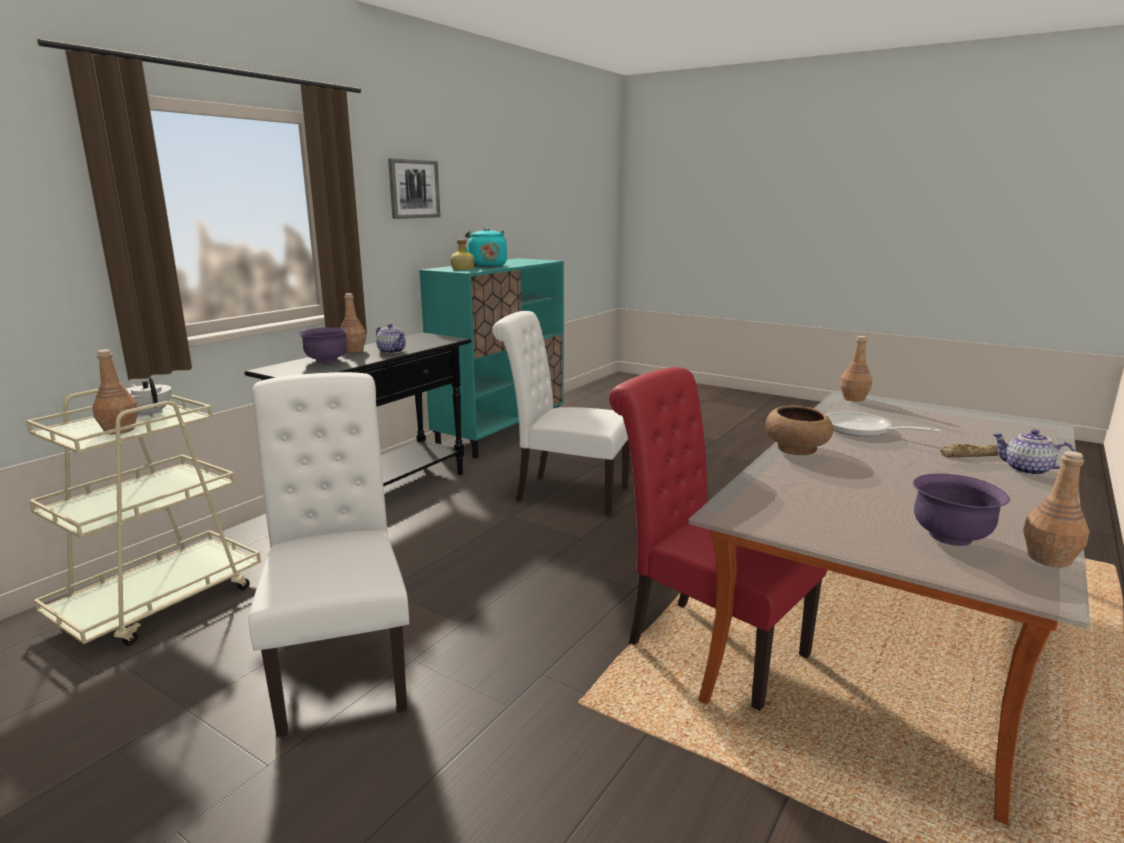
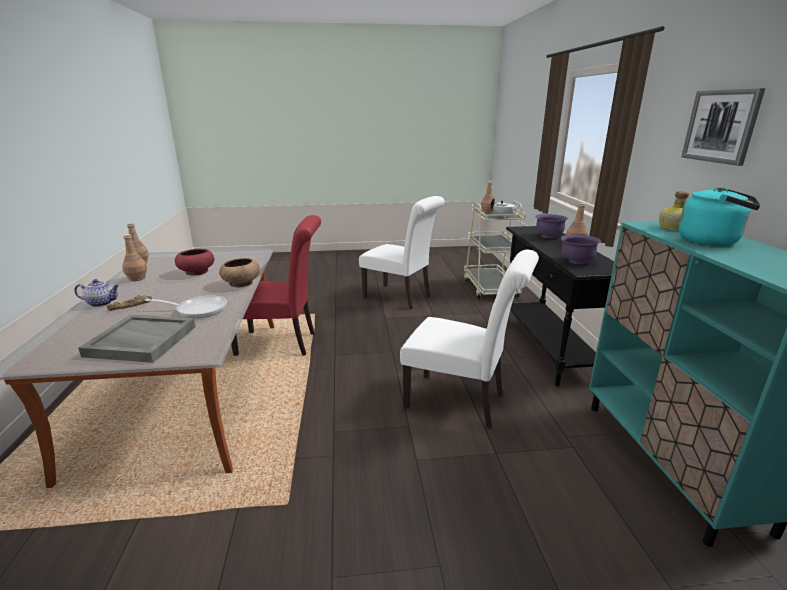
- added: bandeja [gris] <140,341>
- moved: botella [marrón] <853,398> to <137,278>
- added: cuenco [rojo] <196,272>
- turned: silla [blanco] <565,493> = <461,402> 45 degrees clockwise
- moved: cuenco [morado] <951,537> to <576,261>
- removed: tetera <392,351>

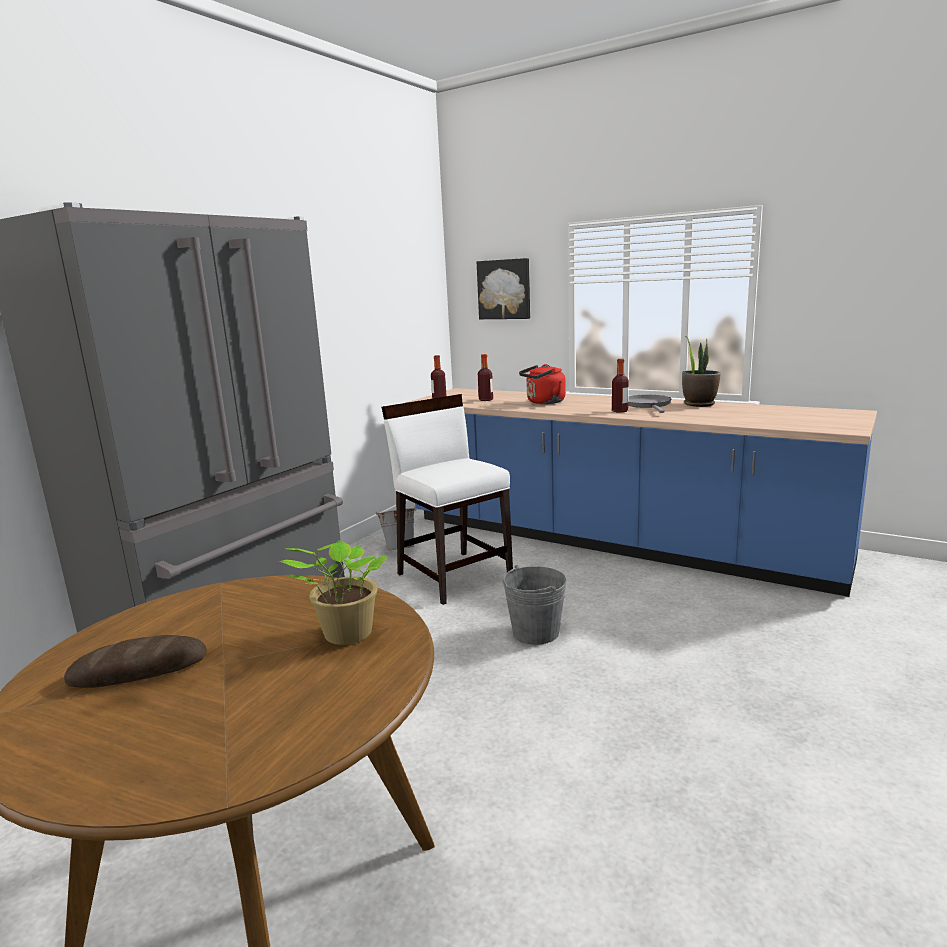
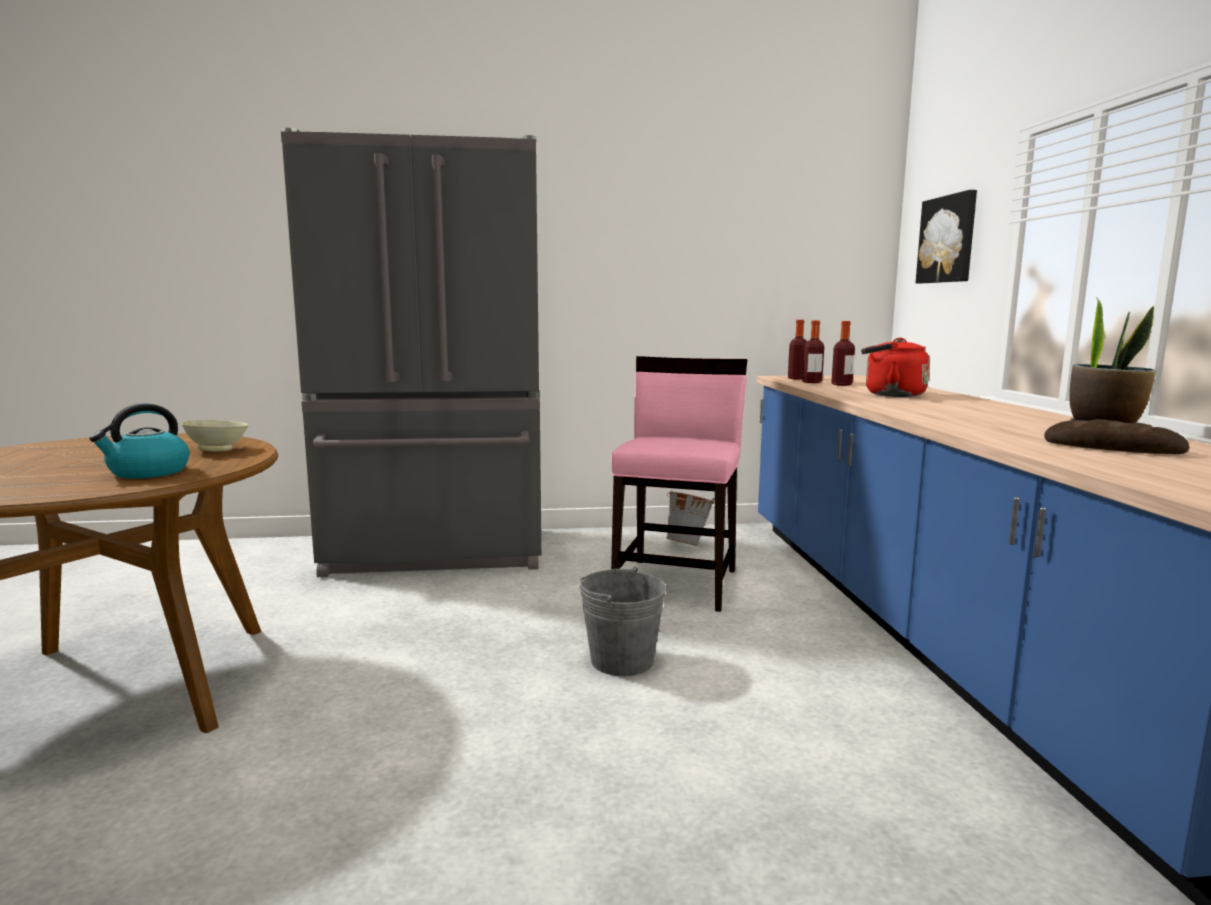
- replaced: planta en maceta <345,635> to hervidor <148,472>
- added: cuenco [beis] <218,450>
- recoloured: silla [blanco] <454,576> to silla [rosa] <677,583>
- moved: botella <620,411> to <812,382>
- moved: pan <139,669> to <1112,448>
- removed: sartén [gris] <647,405>

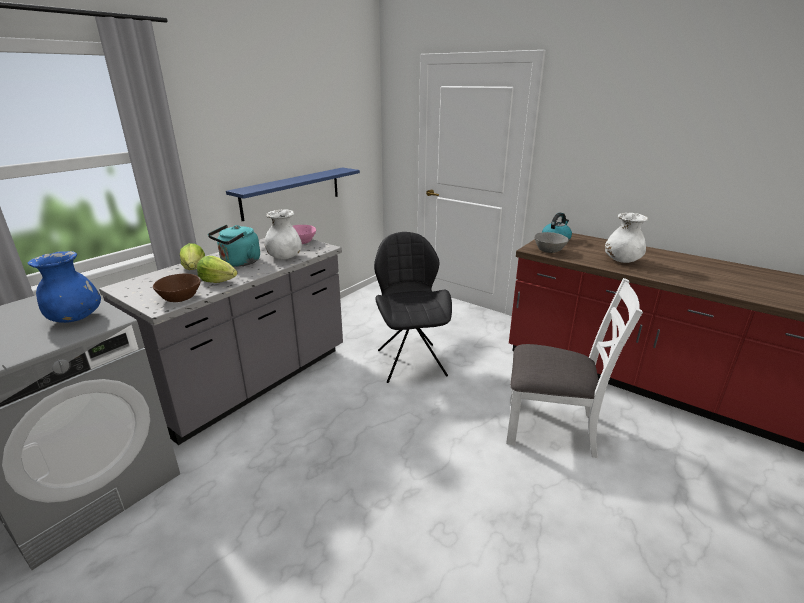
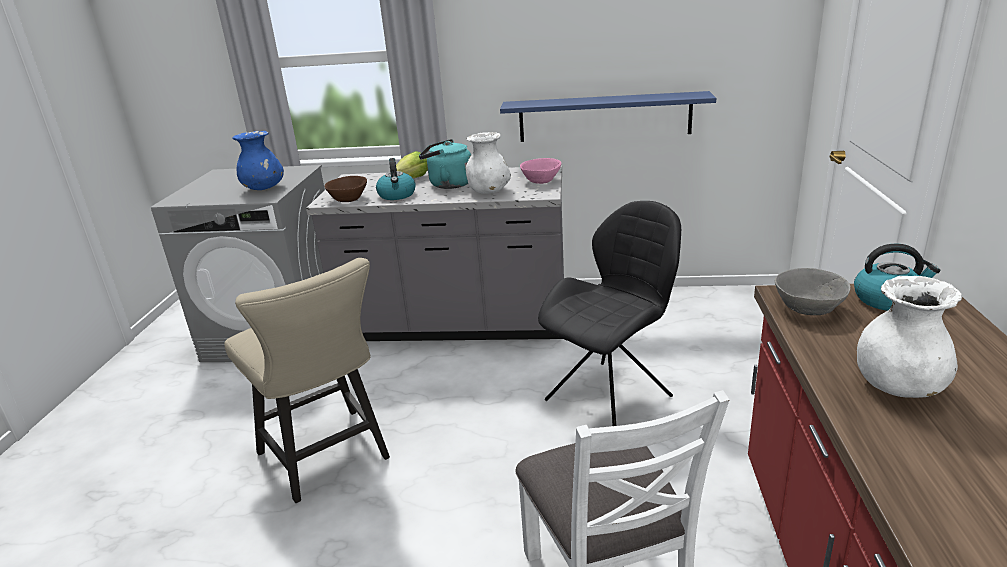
- added: silla [beis] <329,459>
- replaced: lechuga <218,281> to hervidor <397,195>

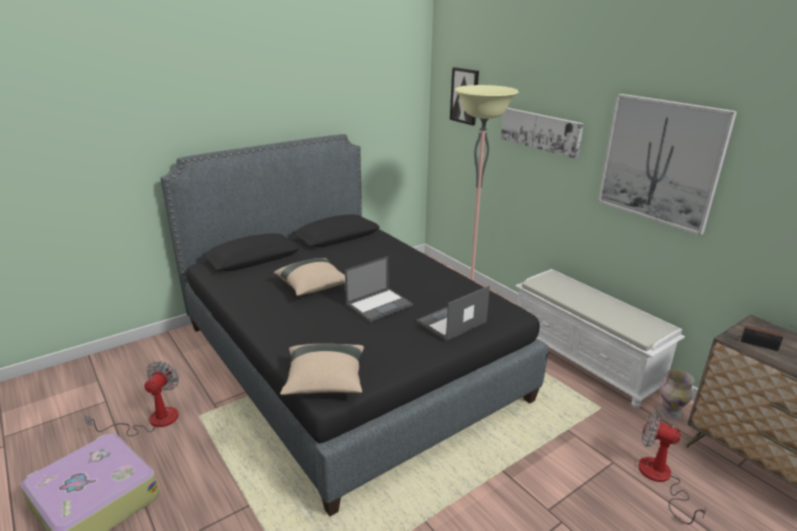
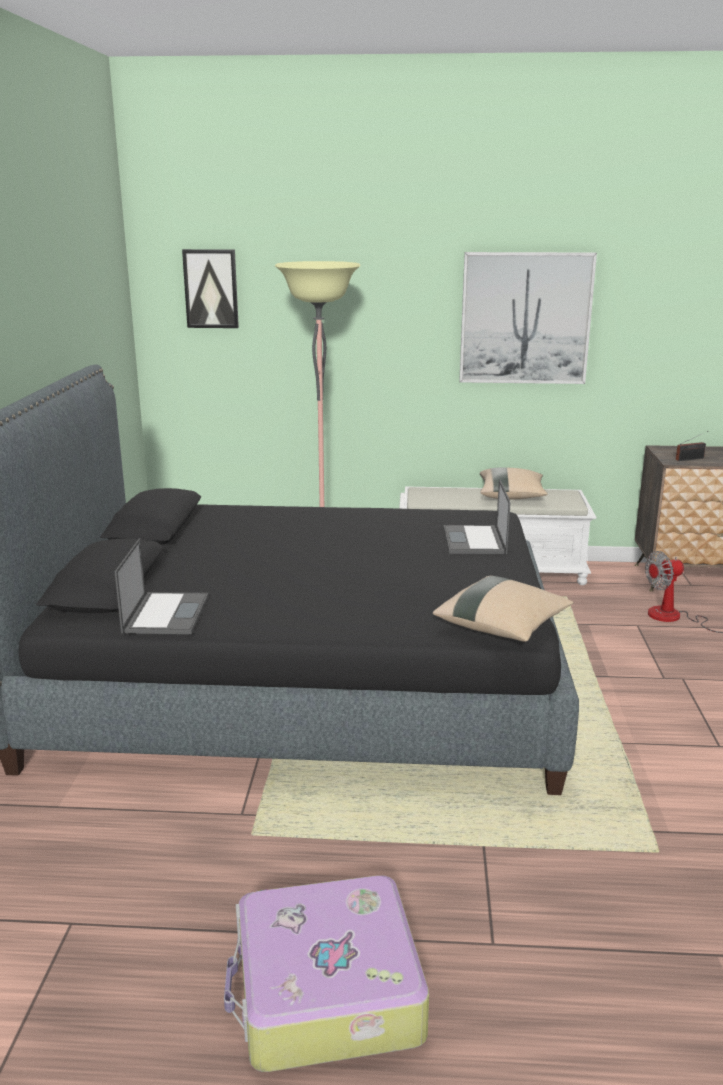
- moved: portátil <379,304> to <166,613>
- moved: cojín [beis] <313,287> to <511,496>
- removed: ventilador <152,421>
- removed: cuadro <540,131>
- removed: florero <670,413>

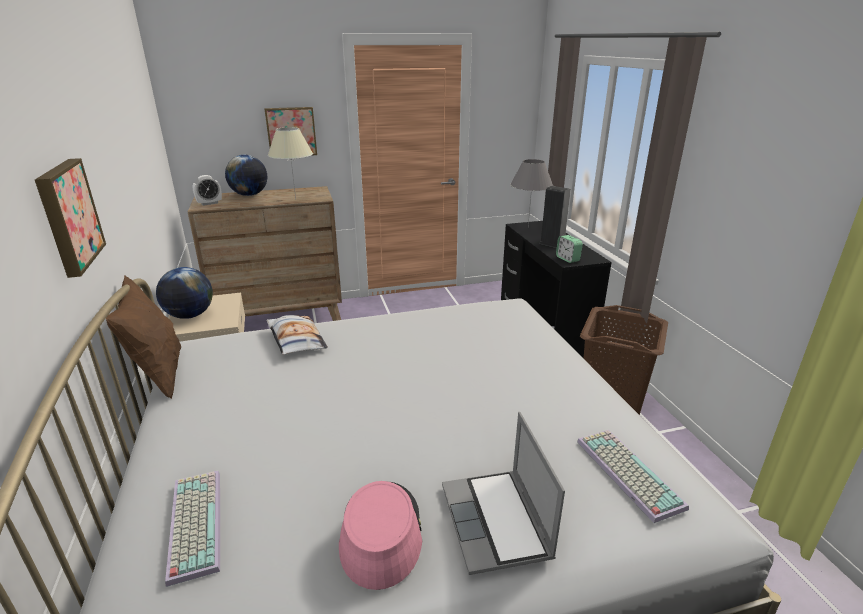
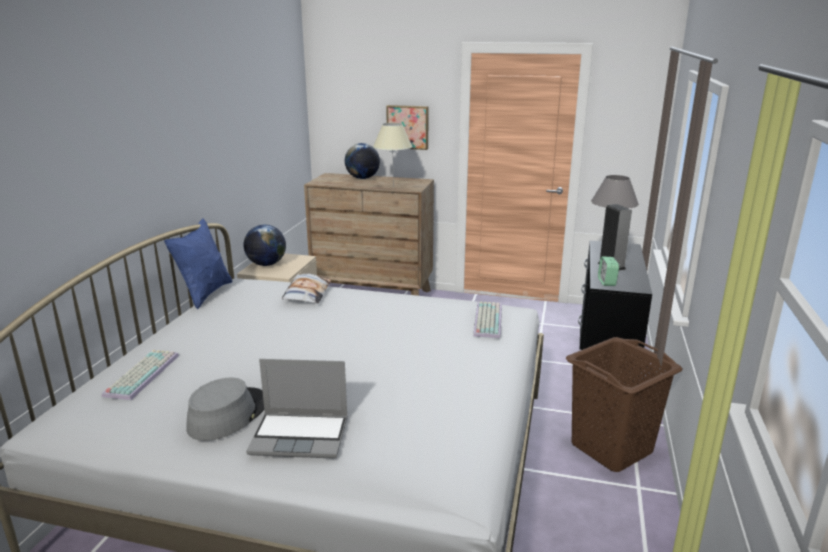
- recoloured: cojín [marrón] <159,375> to cojín [azul] <205,294>
- recoloured: sombrero [rosa] <380,533> to sombrero [gris] <227,415>
- turned: portátil <497,522> = <301,436> 105 degrees counterclockwise
- moved: teclado <625,472> to <486,320>
- removed: cuadro <67,216>
- removed: despertador <209,203>

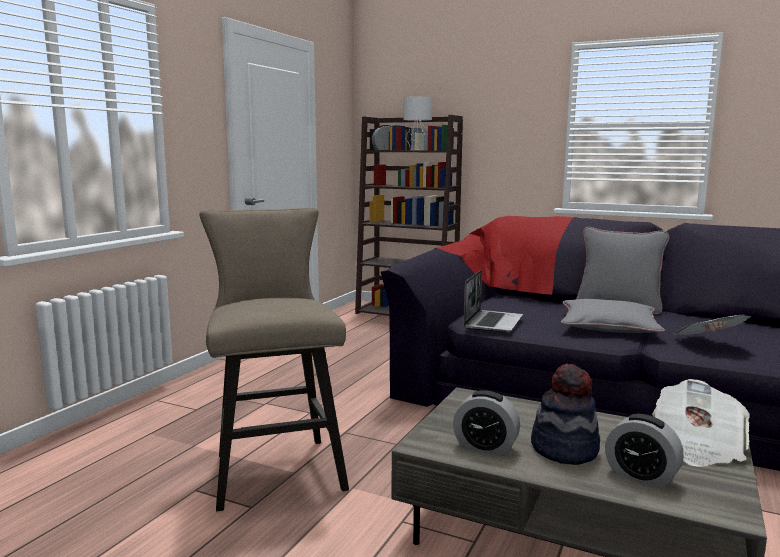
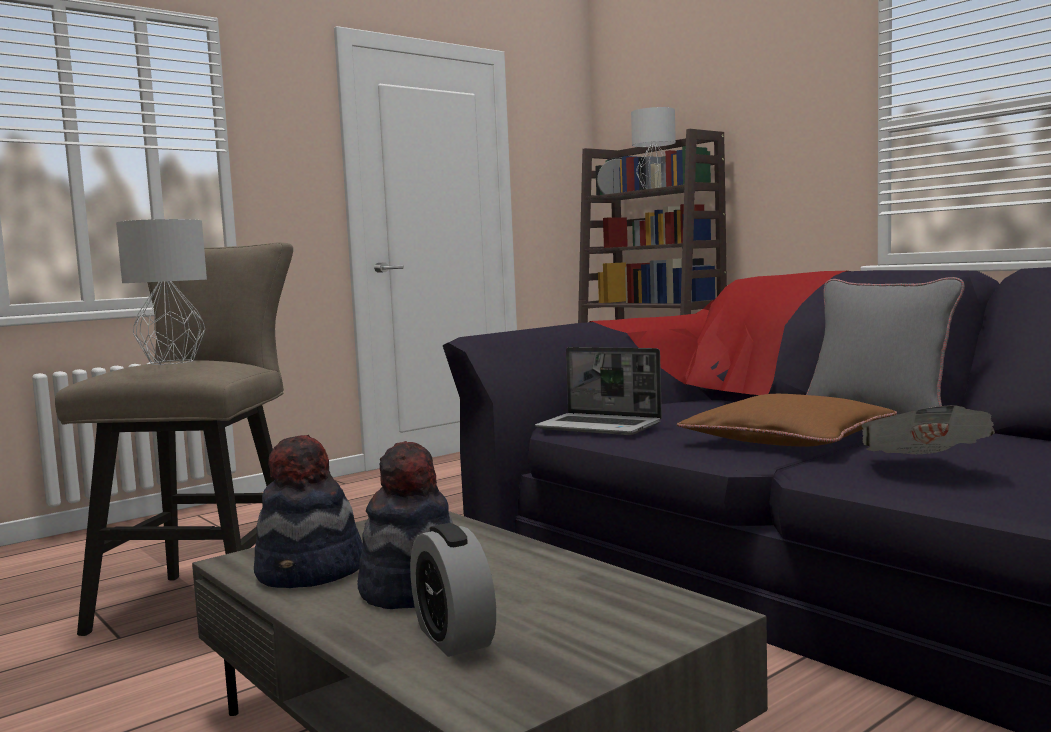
- added: lámpara de mesa [gris] <170,362>
- replaced: despertador <485,447> to sombrero <311,573>
- turned: portátil <492,322> = <600,427> 75 degrees clockwise
- recoloured: cojín [gris] <608,326> to cojín [marrón] <787,439>
- removed: periódico <698,446>

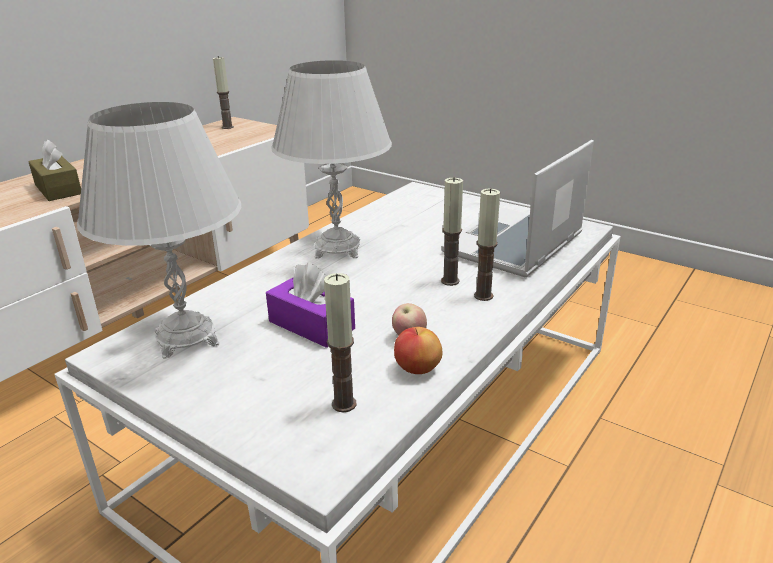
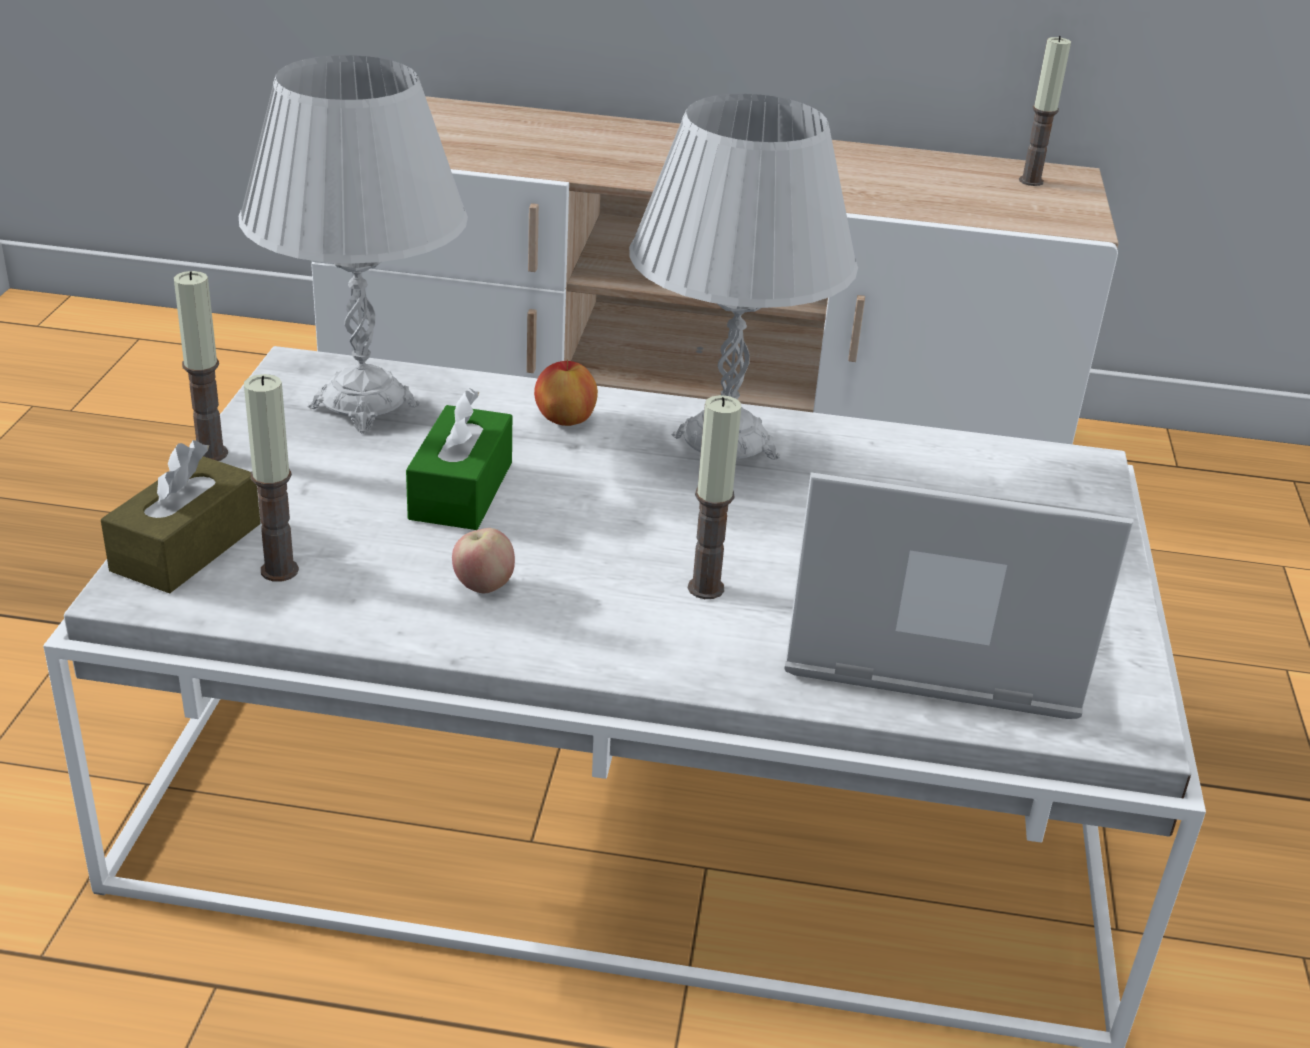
- moved: caja de pañuelos [marrón] <58,189> to <186,547>
- moved: vela <483,296> to <210,453>
- recoloured: caja de pañuelos [morado] <311,325> to caja de pañuelos [verde] <461,490>
- moved: manzana <417,369> to <565,419>

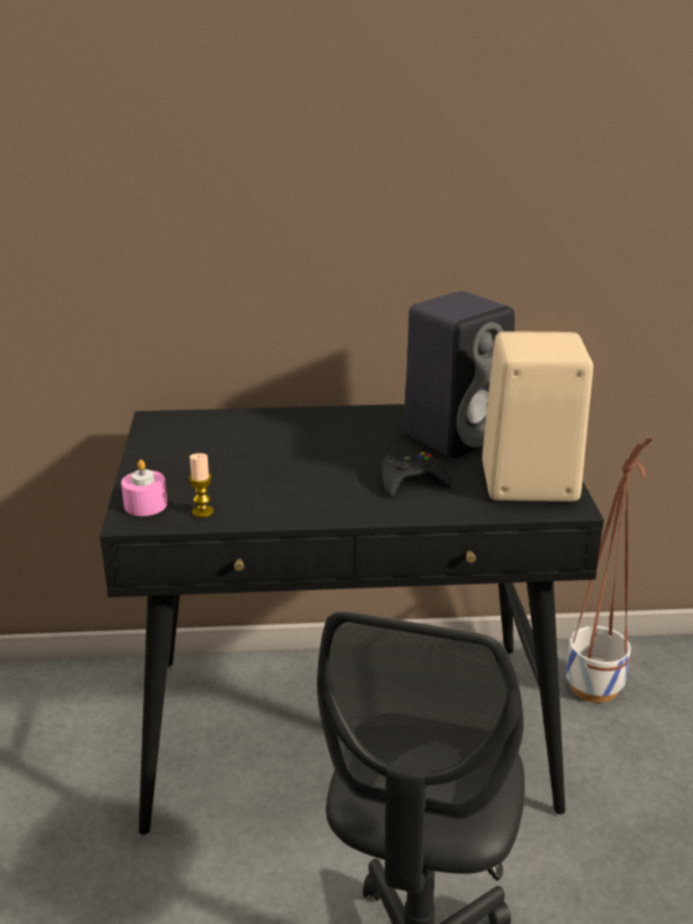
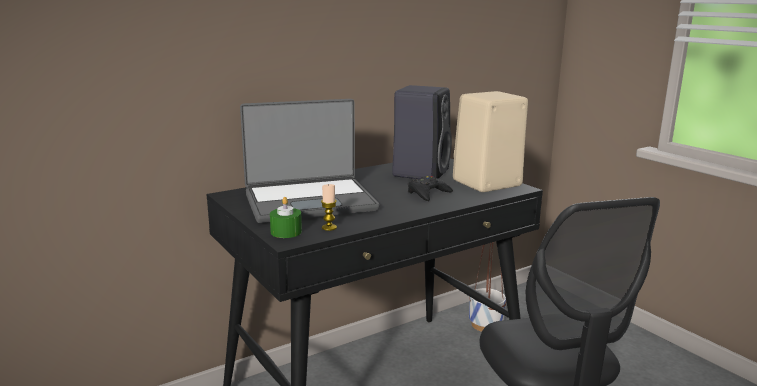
- added: portátil <309,201>
- recoloured: vela [rosa] <145,505> to vela [verde] <286,232>

